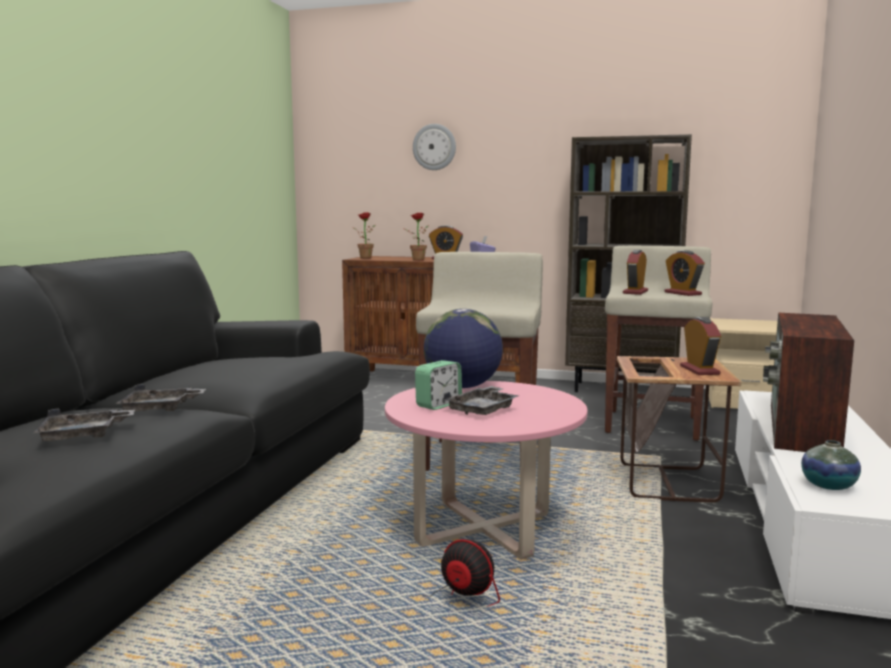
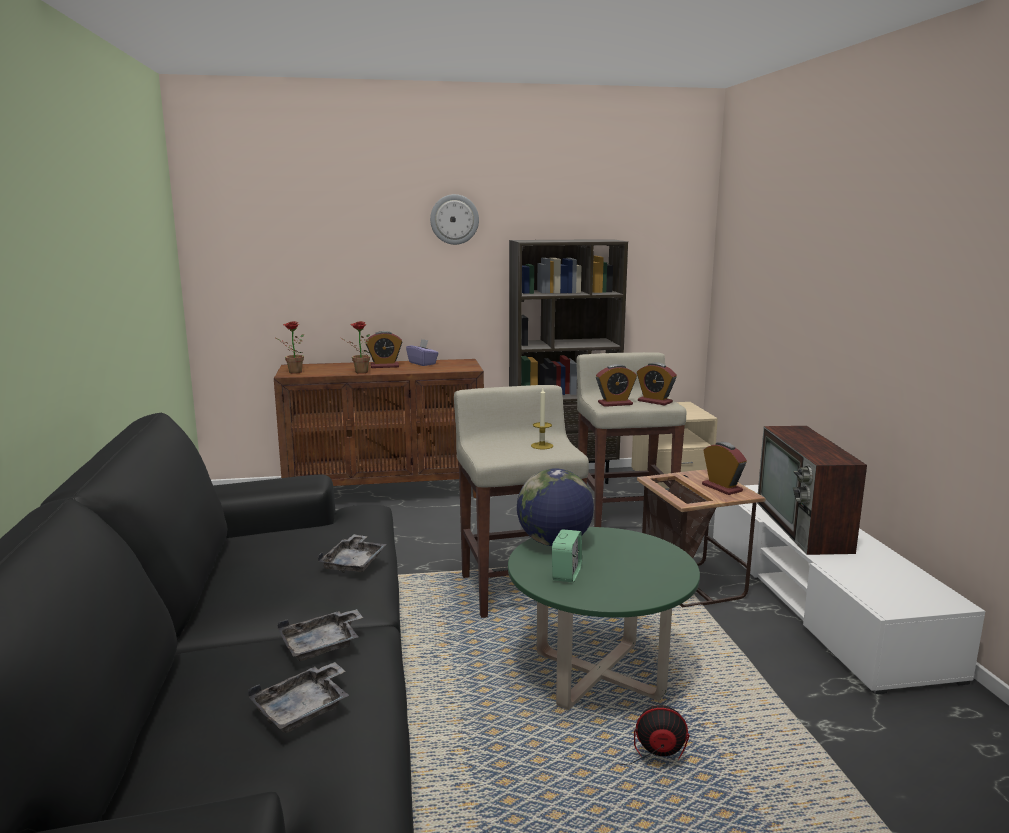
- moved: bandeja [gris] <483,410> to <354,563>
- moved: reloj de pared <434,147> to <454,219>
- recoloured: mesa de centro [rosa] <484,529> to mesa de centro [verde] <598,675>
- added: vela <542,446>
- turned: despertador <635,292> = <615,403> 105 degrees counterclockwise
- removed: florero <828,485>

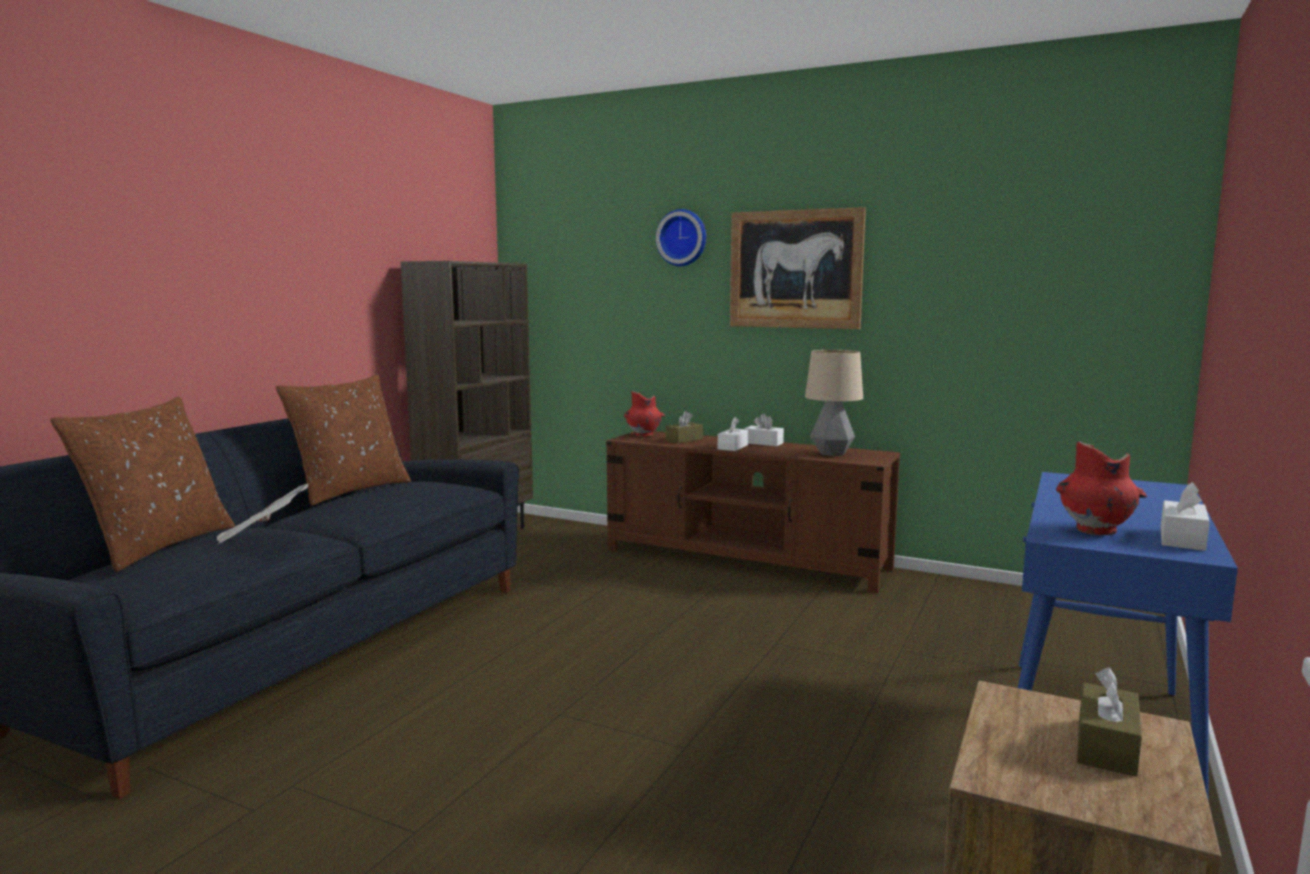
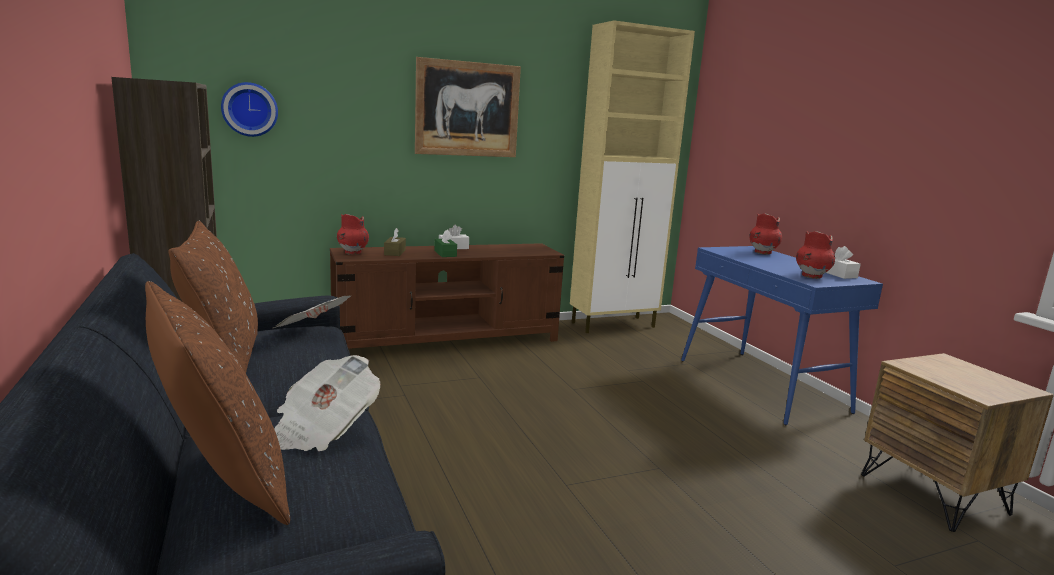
- moved: reloj de pared <682,238> to <250,109>
- added: periódico <312,331>
- recoloured: caja de pañuelos [blanco] <733,447> to caja de pañuelos [verde] <445,253>
- added: armario [beis] <614,325>
- added: florero [rojo] <763,252>
- removed: lámpara de mesa <831,454>
- removed: caja de pañuelos [marrón] <1106,746>

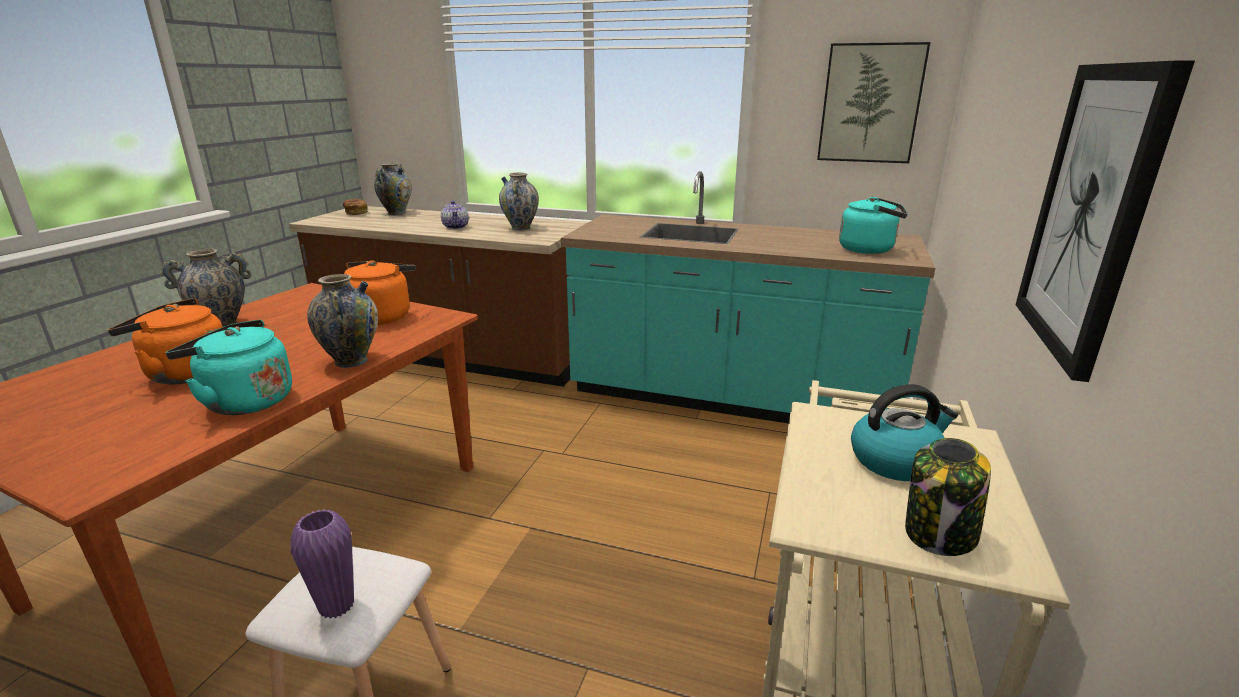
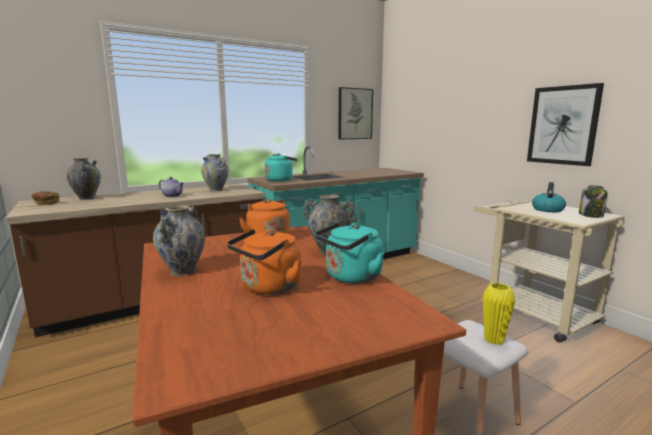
- moved: hervidor [turquesa] <869,249> to <280,180>
- recoloured: florero [morado] <336,606> to florero [amarillo] <494,340>

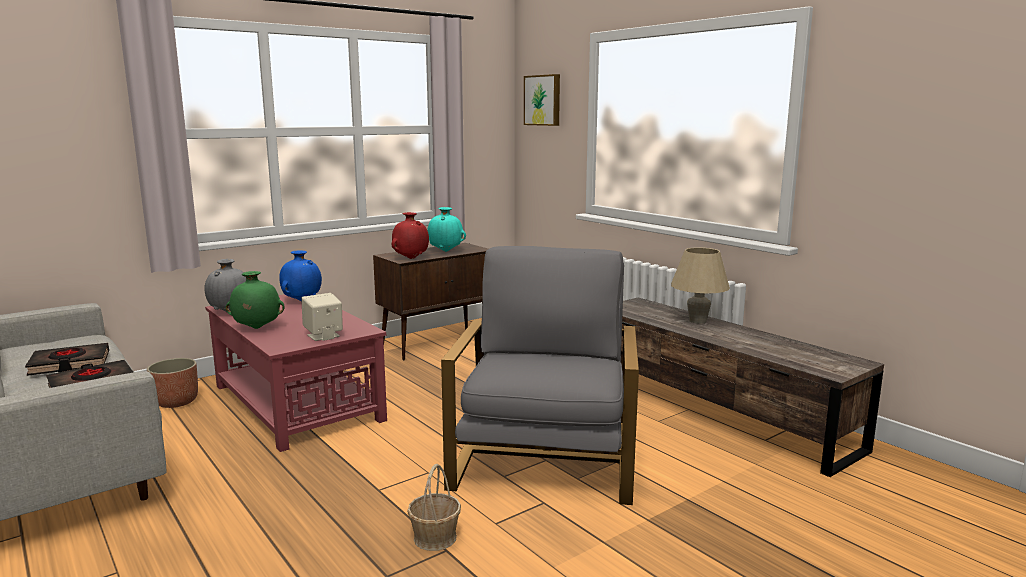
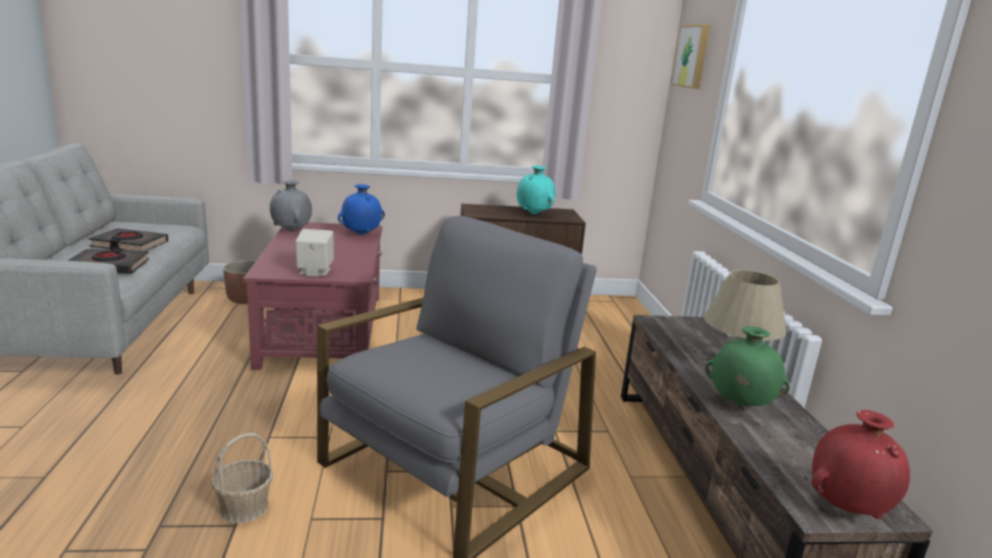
- moved: florero [verde] <256,328> to <739,404>
- moved: florero [rojo] <411,258> to <847,509>

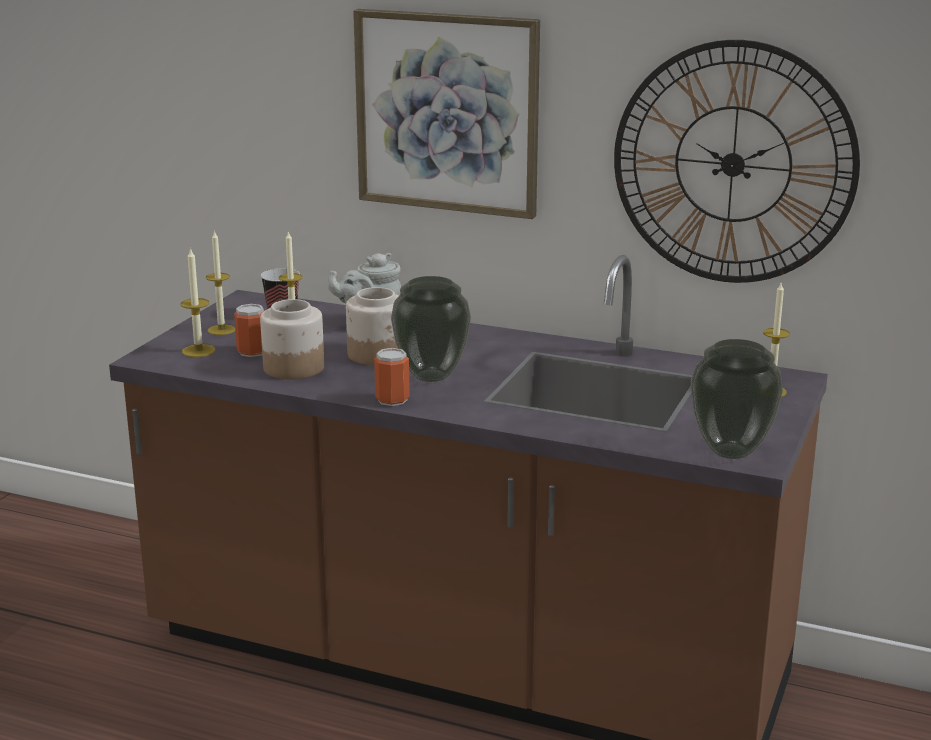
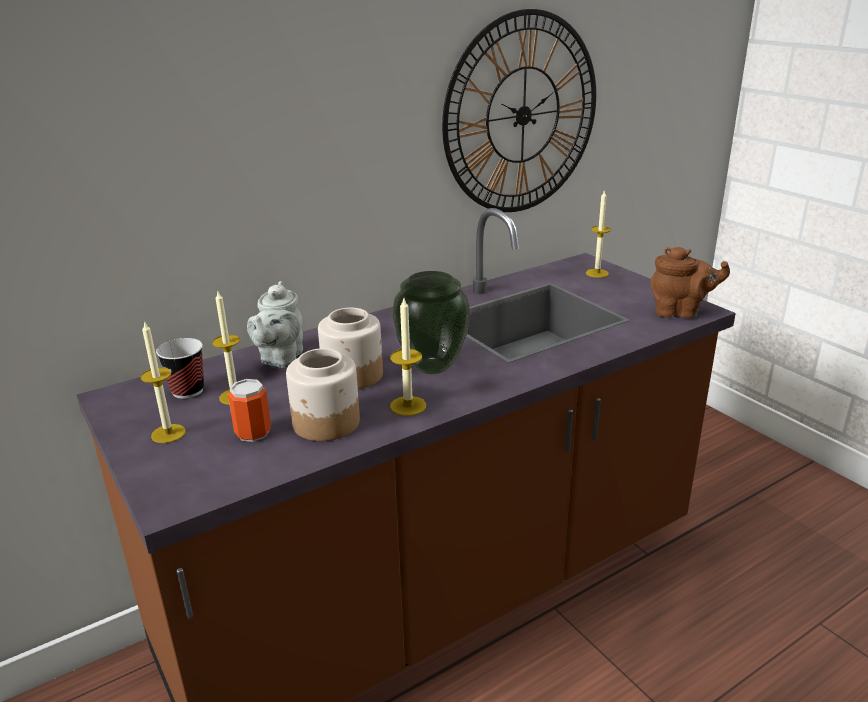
- moved: vela <198,351> to <408,406>
- replaced: florero <730,451> to tetera [marrón] <680,312>
- removed: cuadro <447,112>
- removed: lata <392,400>

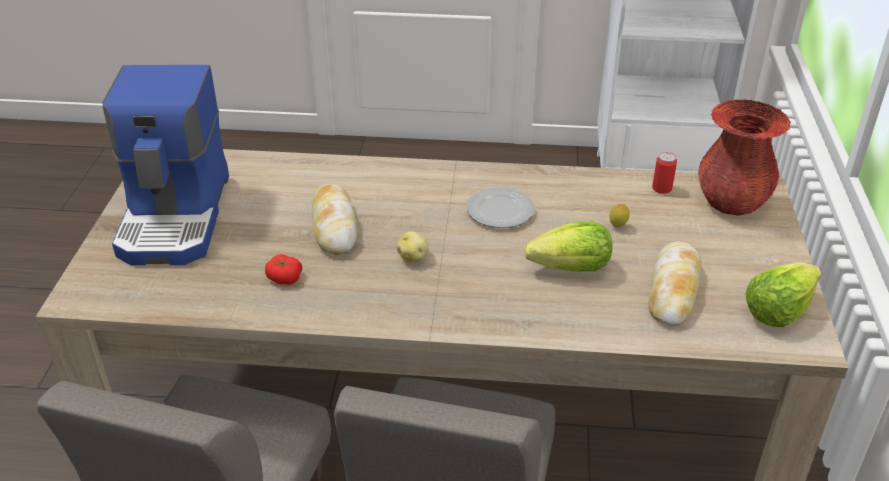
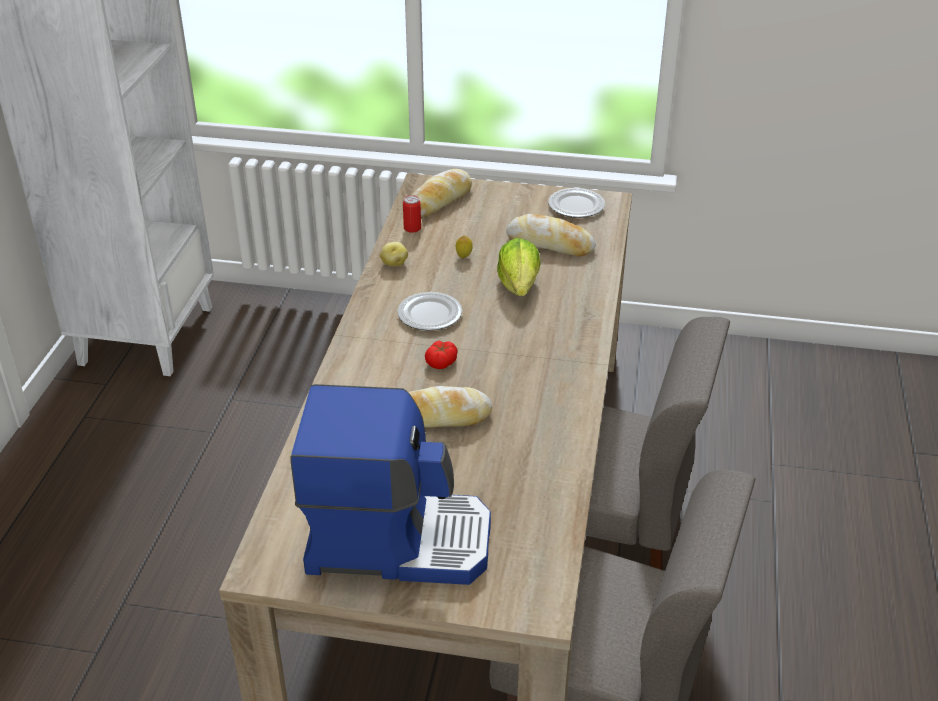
- moved: patata <413,257> to <393,263>
- replaced: florero [rojo] <731,202> to pan <439,200>
- moved: tomate <284,278> to <441,362>
- replaced: lechuga <777,311> to plato <576,206>

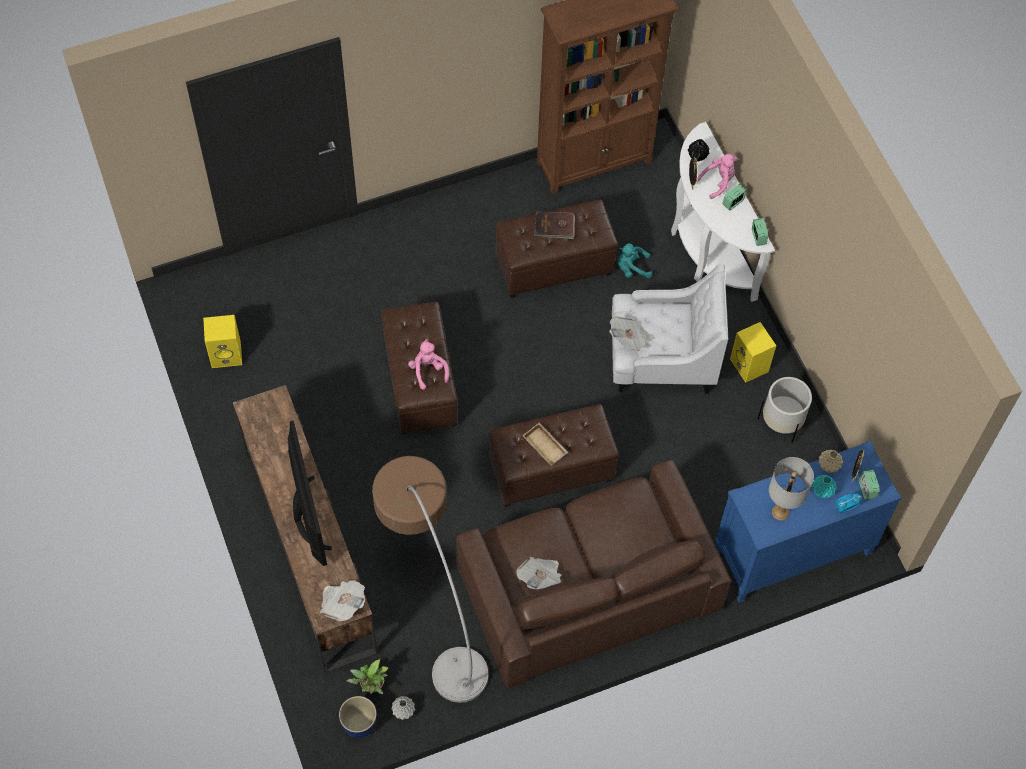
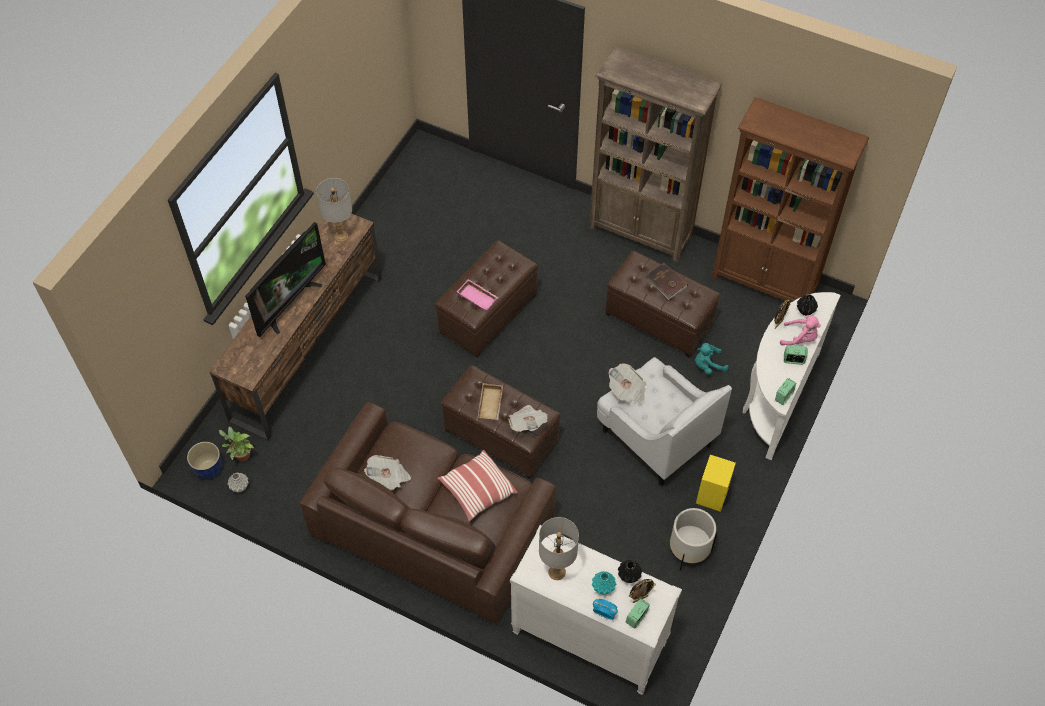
- added: lámpara de mesa [gris] <341,236>
- added: cojín <477,490>
- replaced: peluche [rosa] <428,370> to bandeja [rosa] <478,297>
- moved: periódico <342,604> to <527,423>
- recoloured: cómoda [azul] <791,553> to cómoda [blanco] <588,639>
- added: estantería [marrón] <641,232>
- recoloured: florero [beis] <828,466> to florero [negro] <629,576>
- turned: peluche [turquesa] <632,268> = <708,365> 60 degrees counterclockwise
- removed: altavoz [amarillo] <227,354>
- removed: lámpara de pie <433,607>

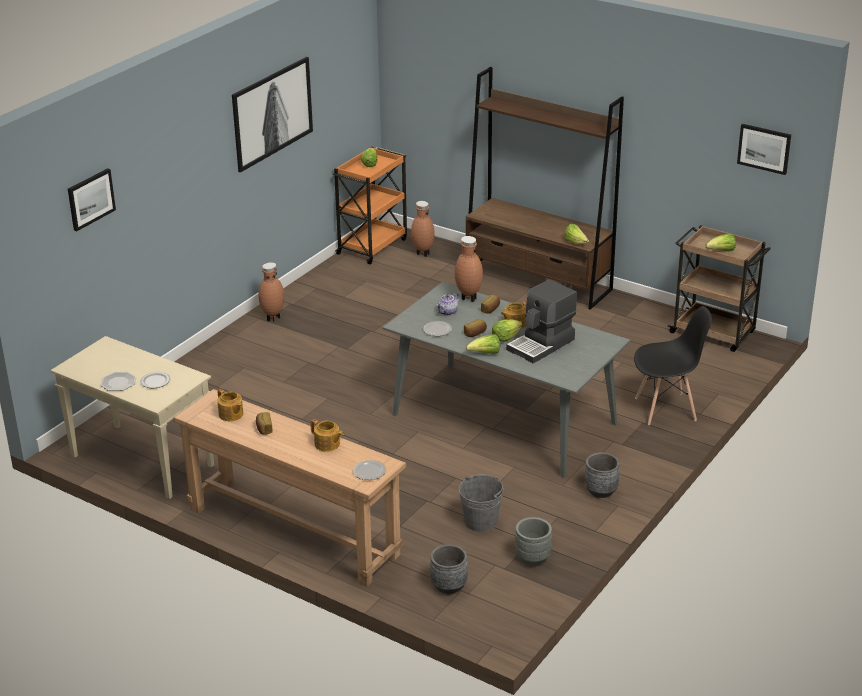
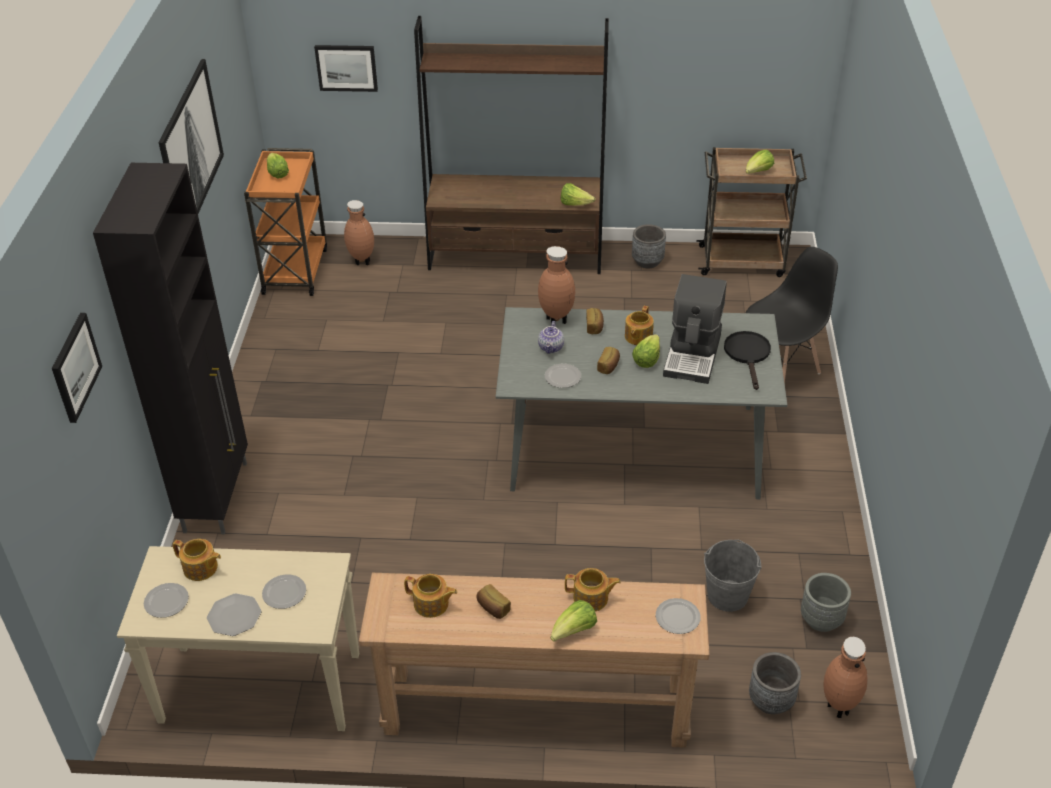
- added: armario [negro] <217,496>
- added: plato <166,602>
- added: tetera <201,568>
- moved: cuadro <764,148> to <346,67>
- moved: lechuga <485,354> to <574,631>
- moved: maceta [gris] <601,491> to <647,262>
- added: sartén [negro] <748,355>
- moved: florero [marrón] <272,318> to <837,707>

